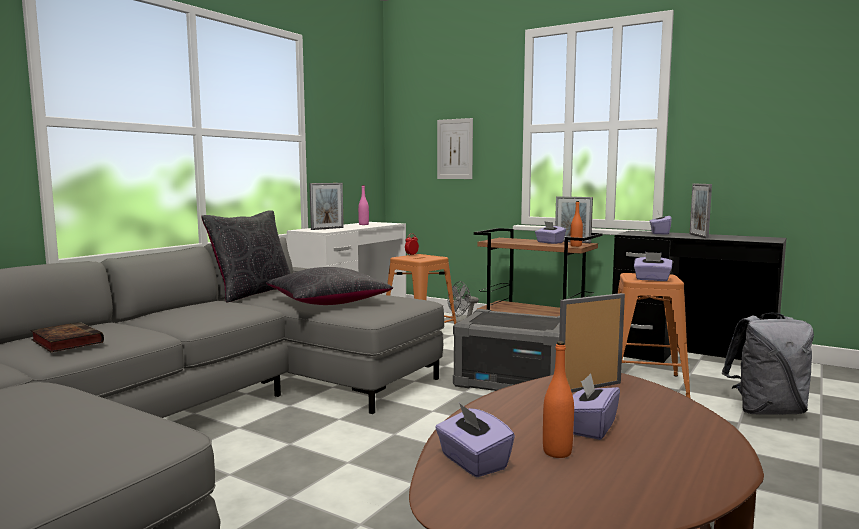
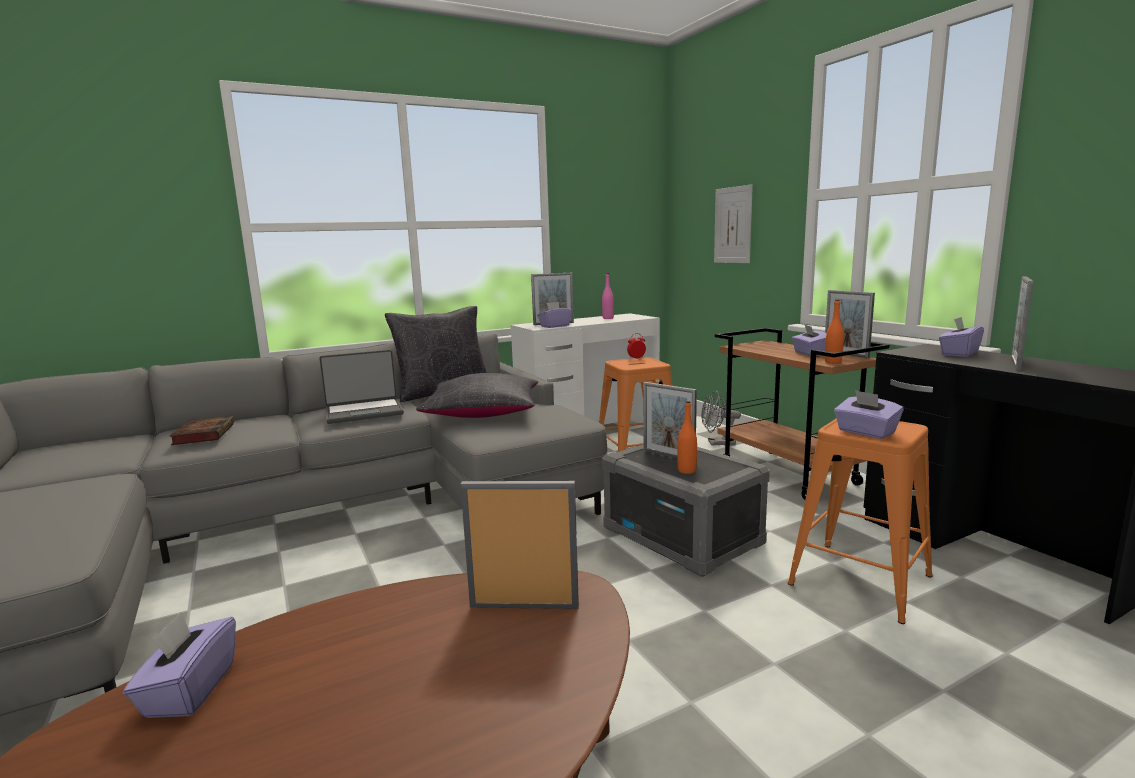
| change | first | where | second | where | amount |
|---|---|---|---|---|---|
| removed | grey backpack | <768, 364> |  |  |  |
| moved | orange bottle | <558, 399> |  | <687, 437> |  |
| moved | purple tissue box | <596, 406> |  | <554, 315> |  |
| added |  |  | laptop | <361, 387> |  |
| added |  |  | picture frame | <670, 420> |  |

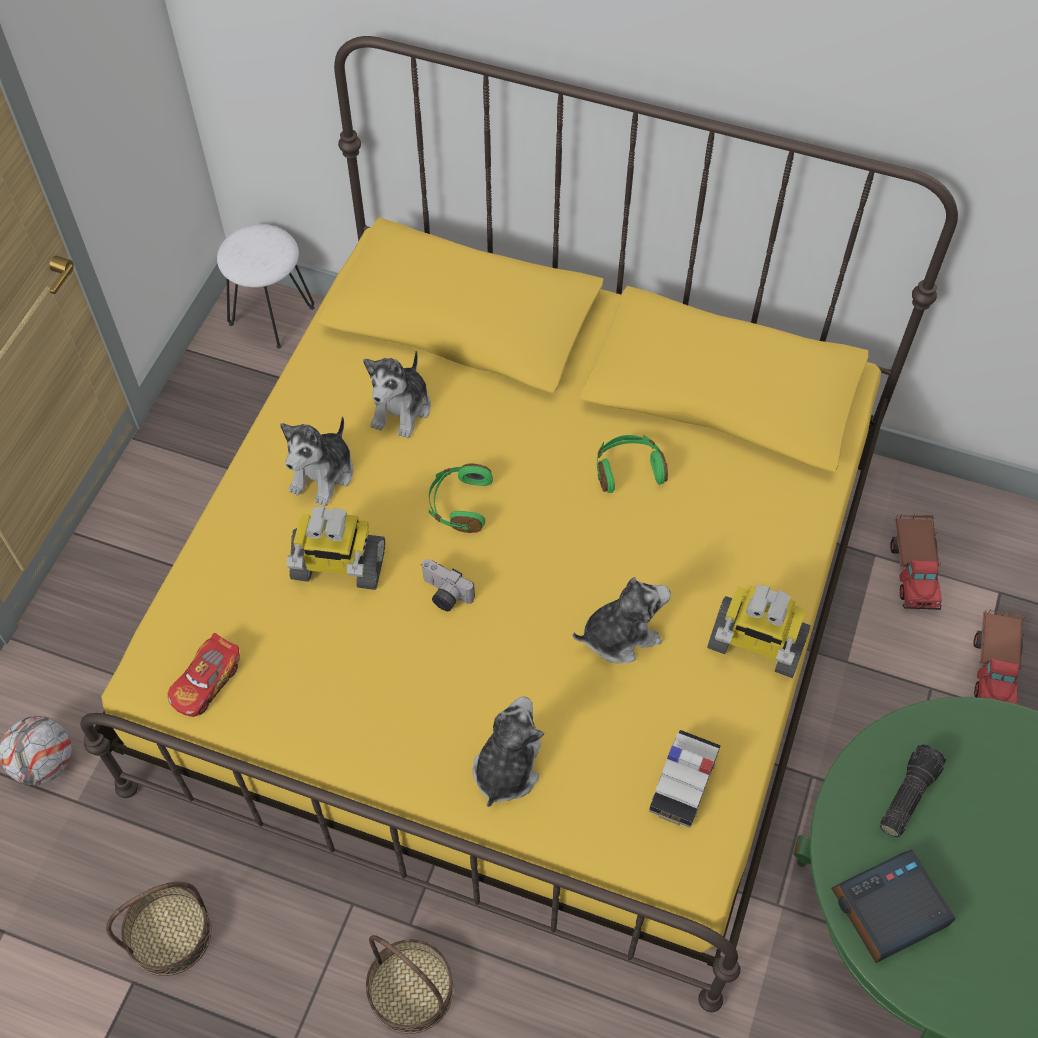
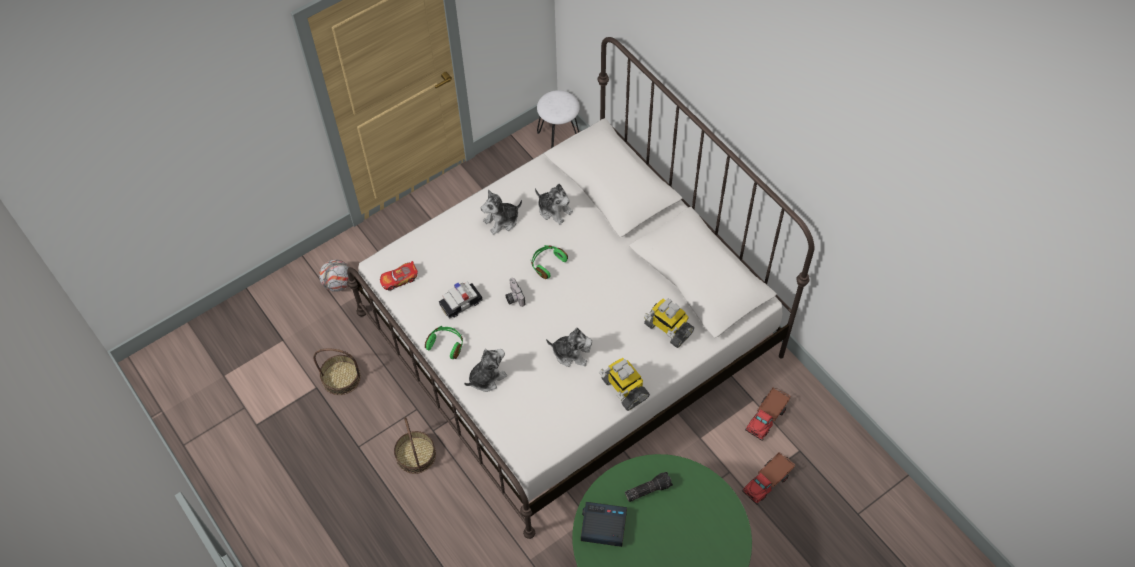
| change | first | where | second | where | amount |
|---|---|---|---|---|---|
| recoloured | yellow bed | <519, 524> | white bed | <580, 288> |  |
| turned | plush toy | <397, 394> |  | <554, 204> | 105 degrees counterclockwise |
| moved | green headphones | <632, 464> |  | <444, 342> |  |
| moved | toy robot | <336, 548> |  | <669, 323> |  |
| moved | toy car | <685, 779> |  | <460, 300> |  |

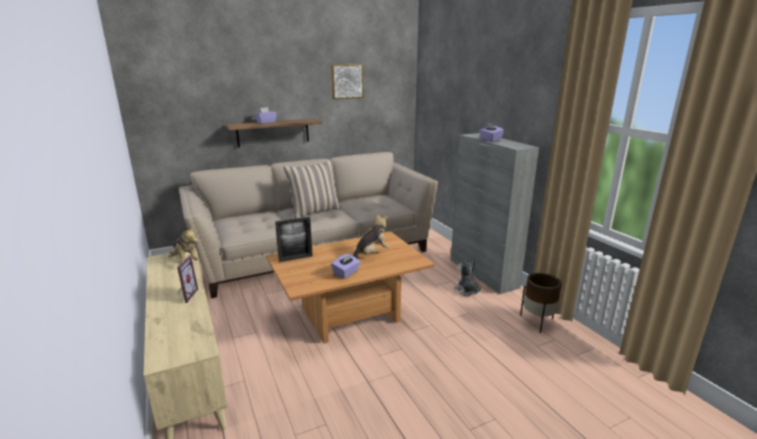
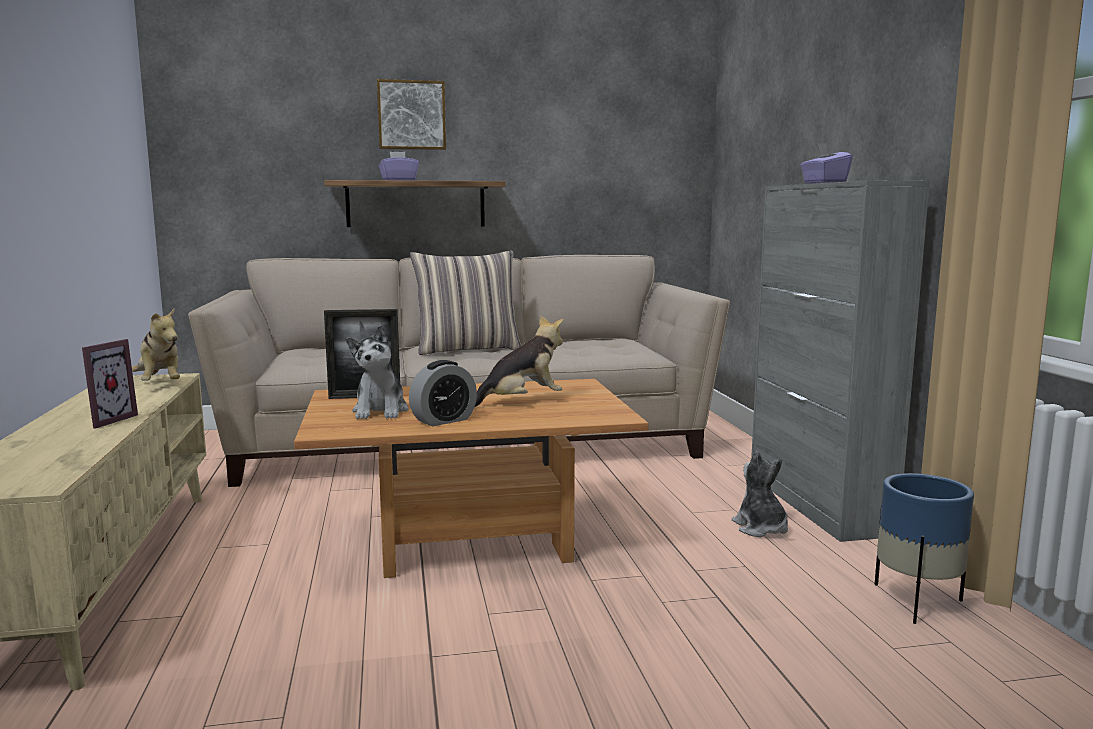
| change | first | where | second | where | amount |
|---|---|---|---|---|---|
| moved | picture | <347, 81> |  | <411, 114> |  |
| replaced | purple tissue box | <346, 266> | alarm clock | <443, 393> |  |
| recoloured | brown planter | <541, 303> | blue planter | <924, 548> |  |
| added |  |  | plush toy | <378, 372> |  |

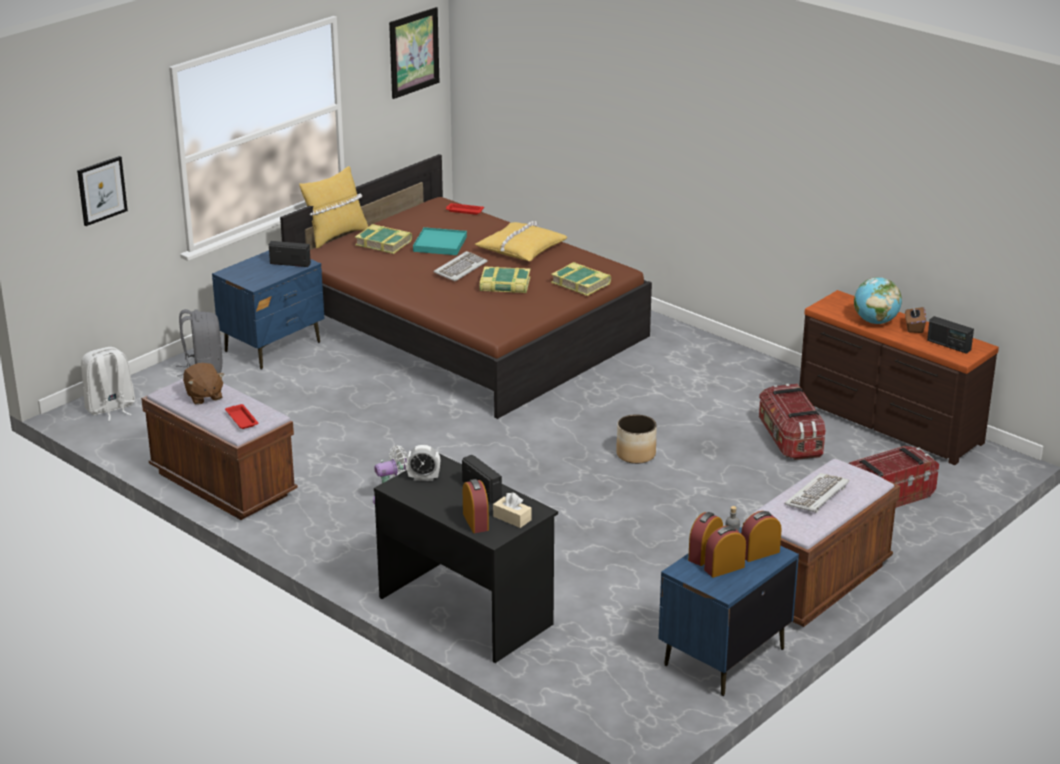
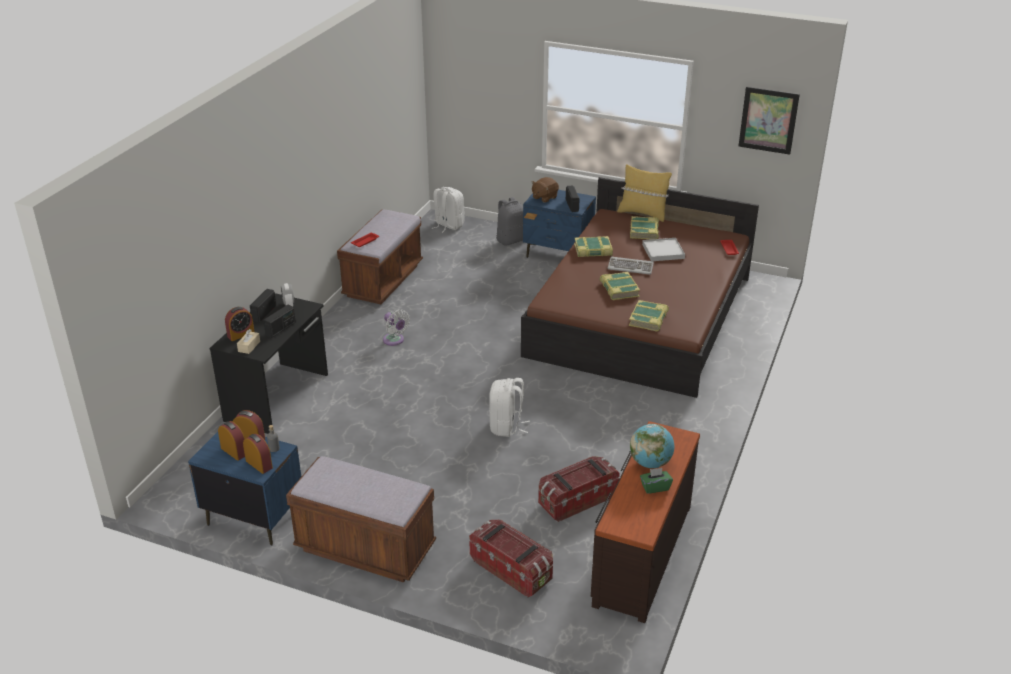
| change | first | where | second | where | amount |
|---|---|---|---|---|---|
| removed | picture | <102, 191> |  |  |  |
| removed | yellow pillow | <521, 241> |  |  |  |
| recoloured | turquoise tray | <440, 241> | white tray | <663, 249> |  |
| recoloured | brown tissue box | <915, 318> | green tissue box | <656, 481> |  |
| moved | radio | <950, 335> |  | <263, 305> |  |
| moved | brown plush toy | <203, 384> |  | <545, 190> |  |
| replaced | planter | <636, 439> | white backpack | <509, 407> |  |
| removed | keyboard | <817, 493> |  |  |  |
| added |  |  | book | <593, 246> |  |

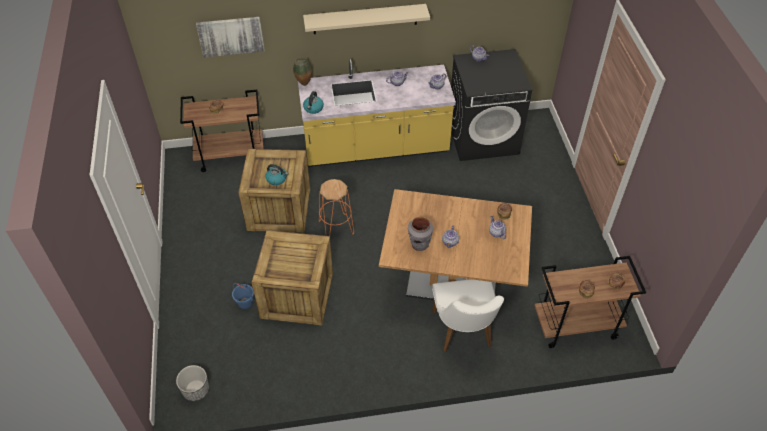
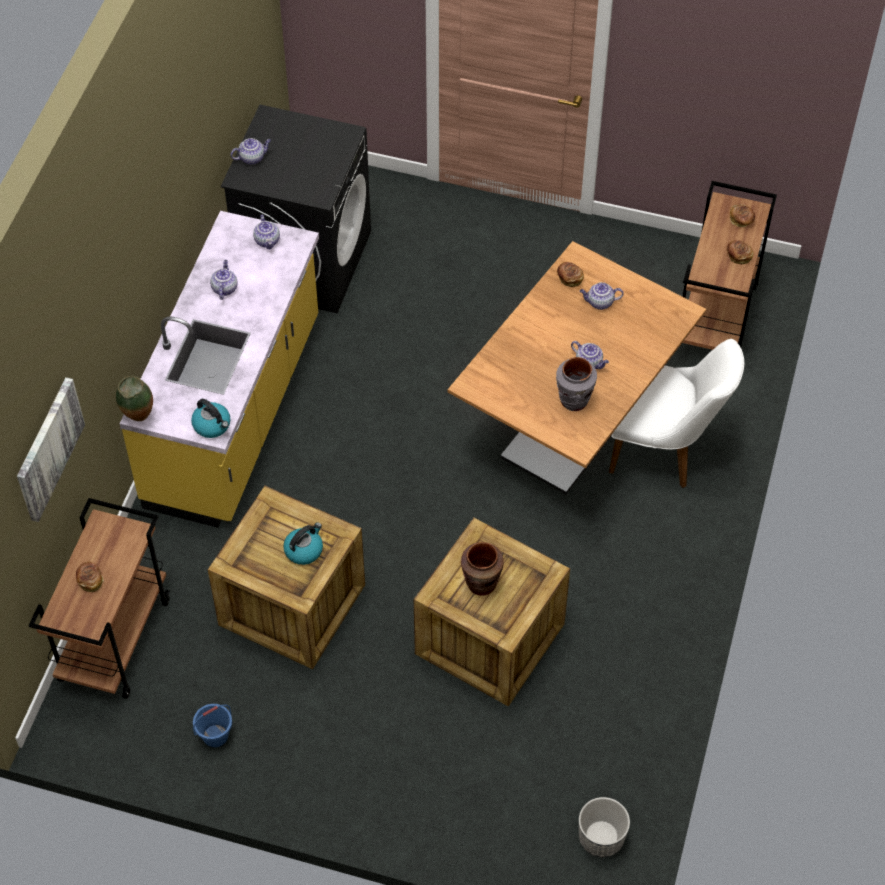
| change | first | where | second | where | amount |
|---|---|---|---|---|---|
| removed | beige shelf | <366, 19> |  |  |  |
| removed | orange stool | <336, 207> |  |  |  |
| moved | blue bucket | <243, 296> |  | <212, 725> |  |
| added |  |  | brown vase | <482, 569> |  |

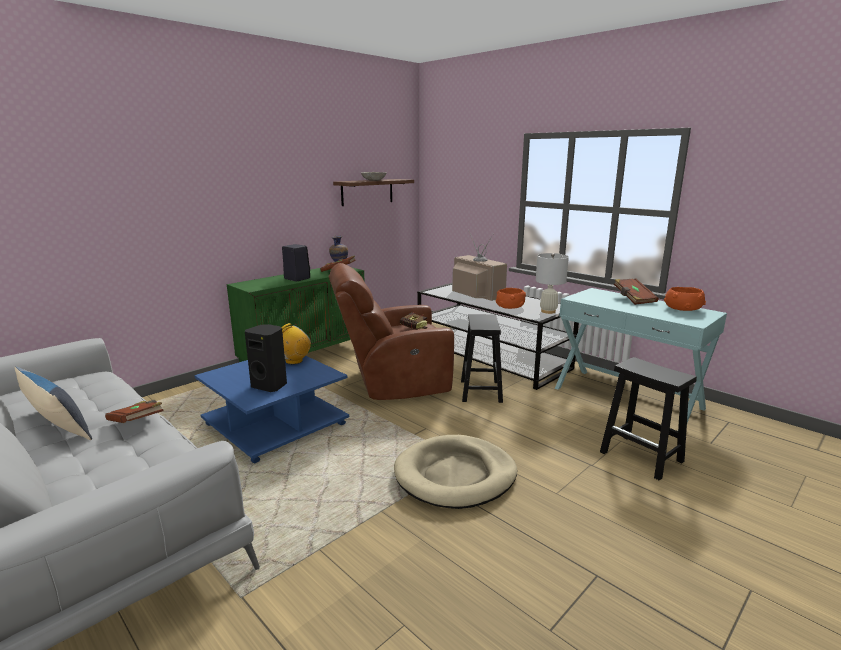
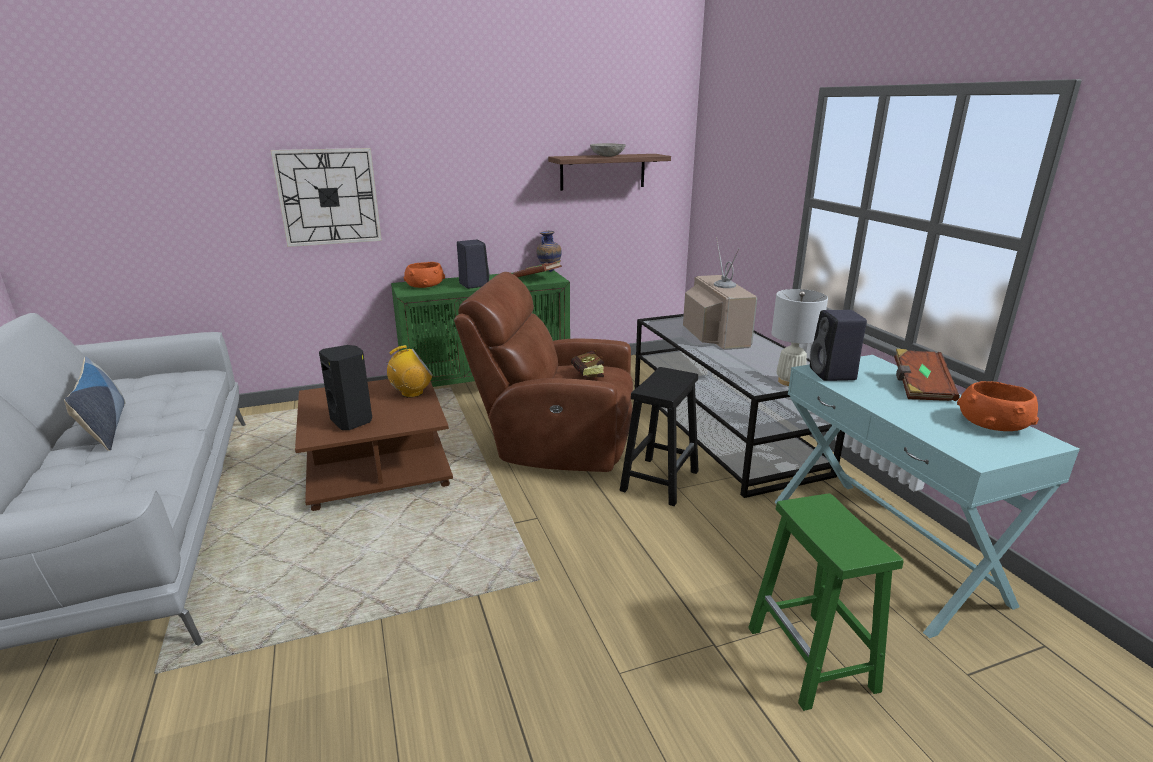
| change | first | where | second | where | amount |
|---|---|---|---|---|---|
| moved | orange bowl | <511, 298> |  | <424, 275> |  |
| recoloured | blue coffee table | <272, 409> | brown coffee table | <374, 445> |  |
| recoloured | black stool | <648, 419> | green stool | <826, 602> |  |
| removed | brown book | <134, 411> |  |  |  |
| removed | beige dog bed | <455, 472> |  |  |  |
| added |  |  | wall clock | <326, 197> |  |
| added |  |  | black speaker | <838, 345> |  |

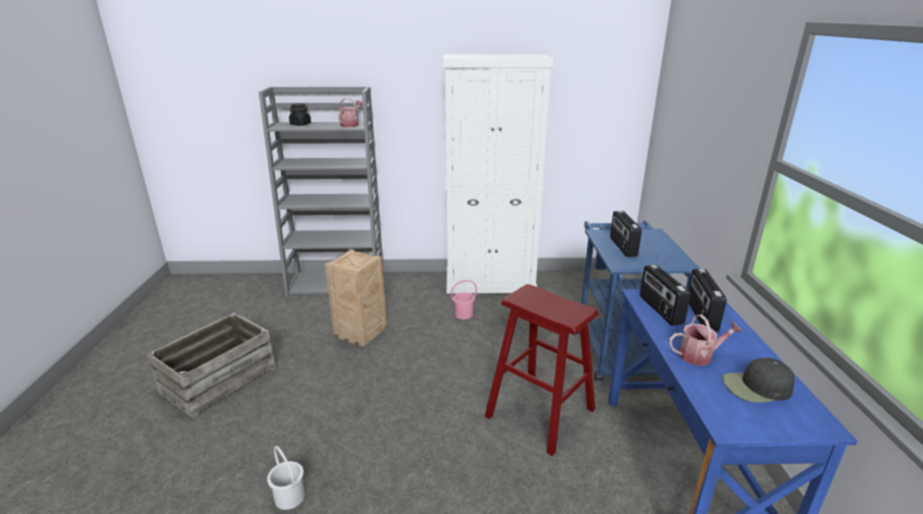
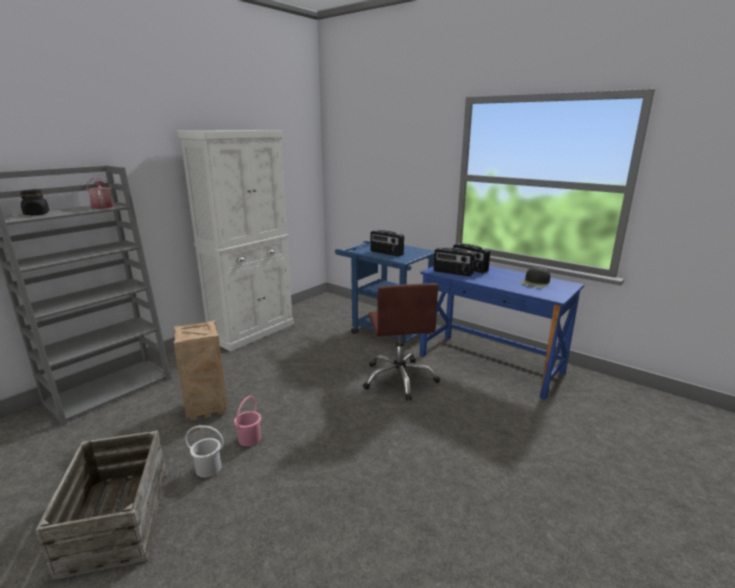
| change | first | where | second | where | amount |
|---|---|---|---|---|---|
| moved | pink bucket | <464, 299> |  | <247, 421> |  |
| replaced | red stool | <541, 370> | brown office chair | <401, 342> |  |
| removed | watering can | <706, 340> |  |  |  |
| moved | white bucket | <286, 478> |  | <204, 451> |  |

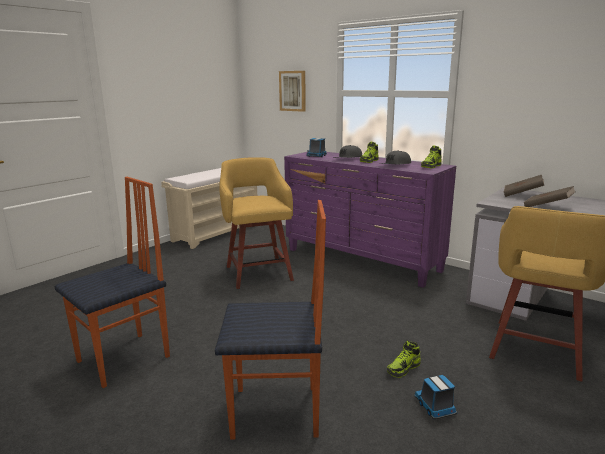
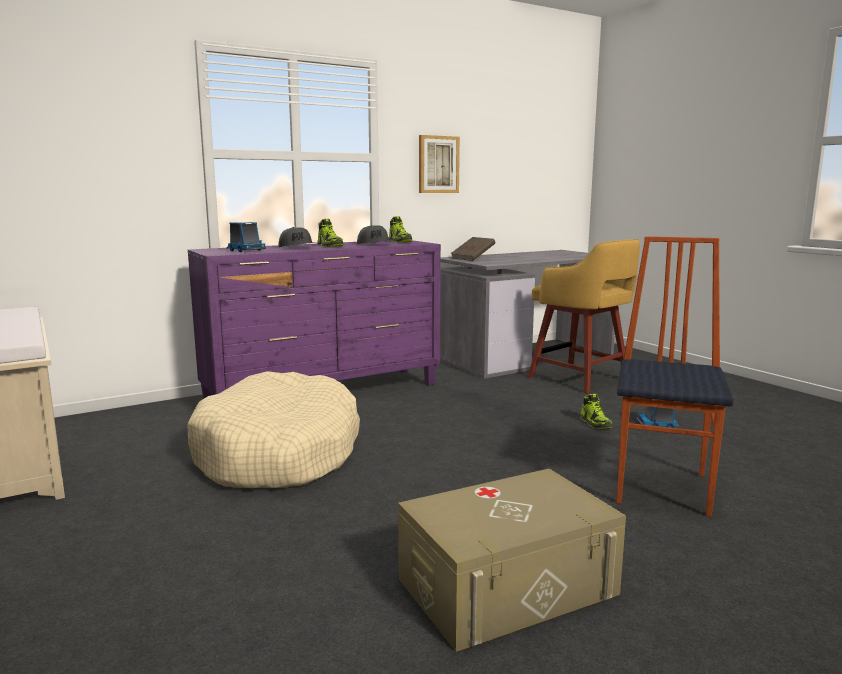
| change | first | where | second | where | amount |
|---|---|---|---|---|---|
| moved | picture | <292, 91> |  | <439, 164> |  |
| replaced | yellow stool | <256, 223> | beige dog bed | <273, 429> |  |
| replaced | chair | <112, 282> | beige storage box | <512, 560> |  |
| removed | brown book | <550, 196> |  |  |  |

